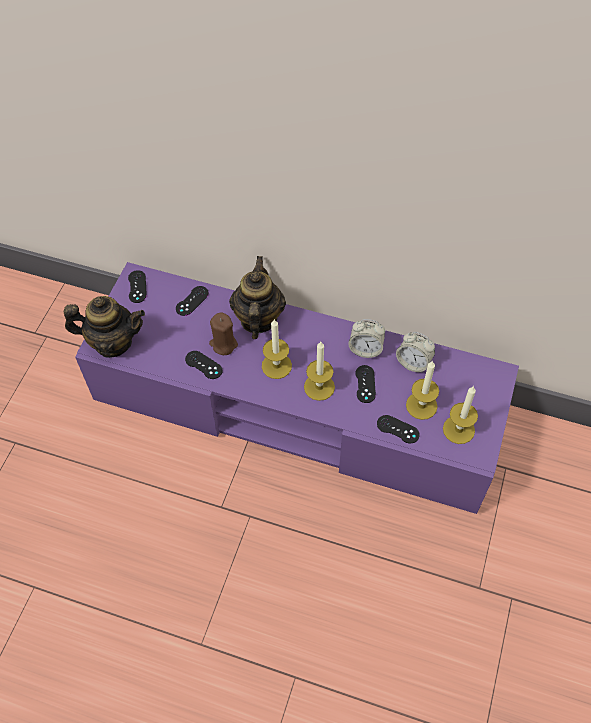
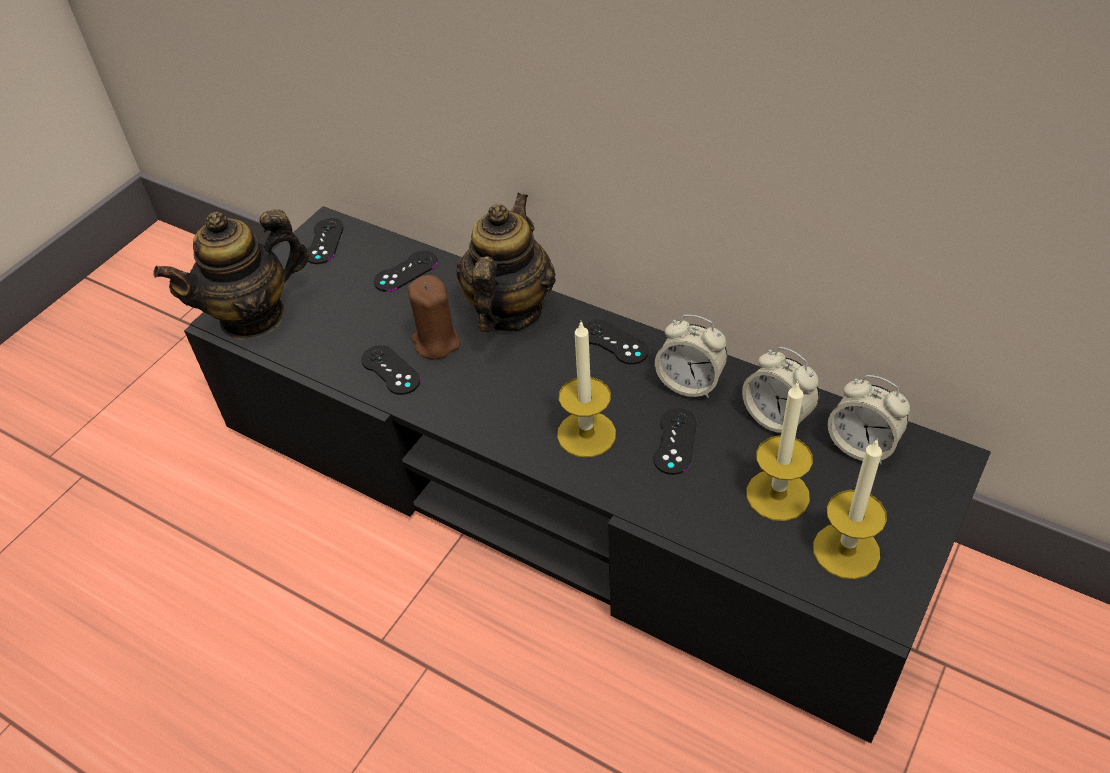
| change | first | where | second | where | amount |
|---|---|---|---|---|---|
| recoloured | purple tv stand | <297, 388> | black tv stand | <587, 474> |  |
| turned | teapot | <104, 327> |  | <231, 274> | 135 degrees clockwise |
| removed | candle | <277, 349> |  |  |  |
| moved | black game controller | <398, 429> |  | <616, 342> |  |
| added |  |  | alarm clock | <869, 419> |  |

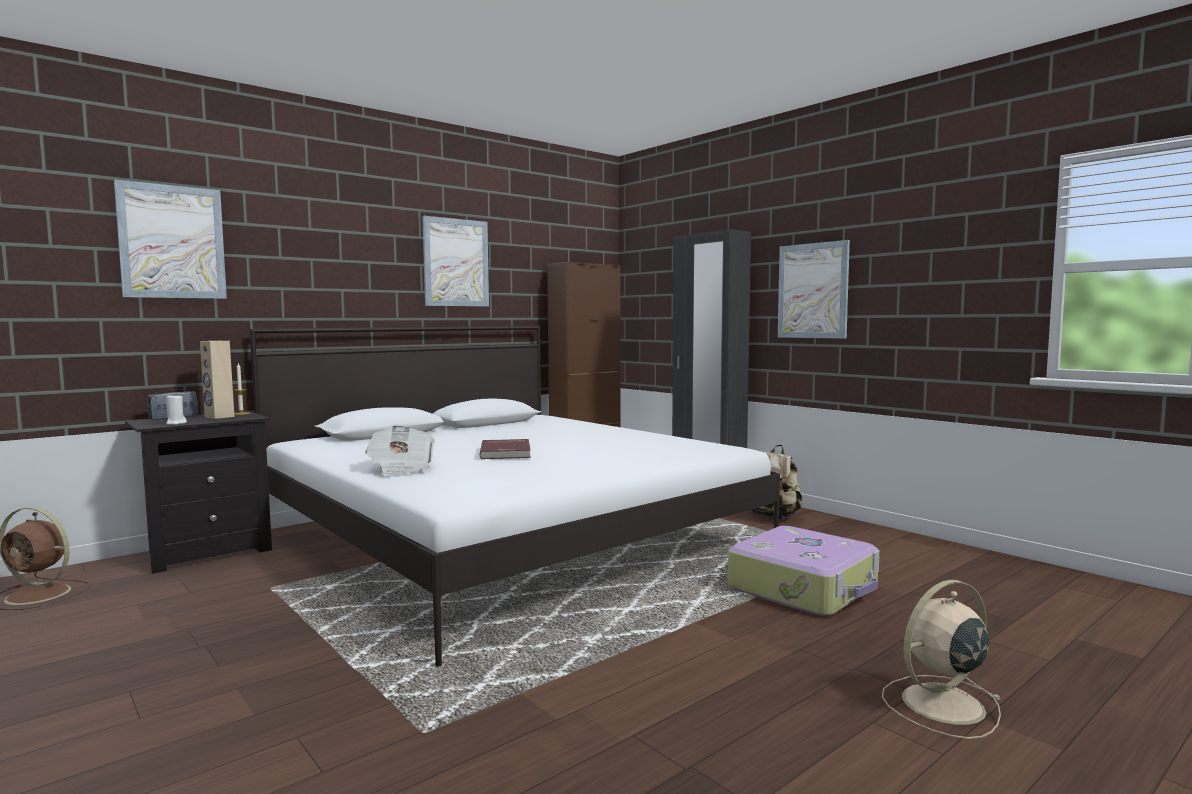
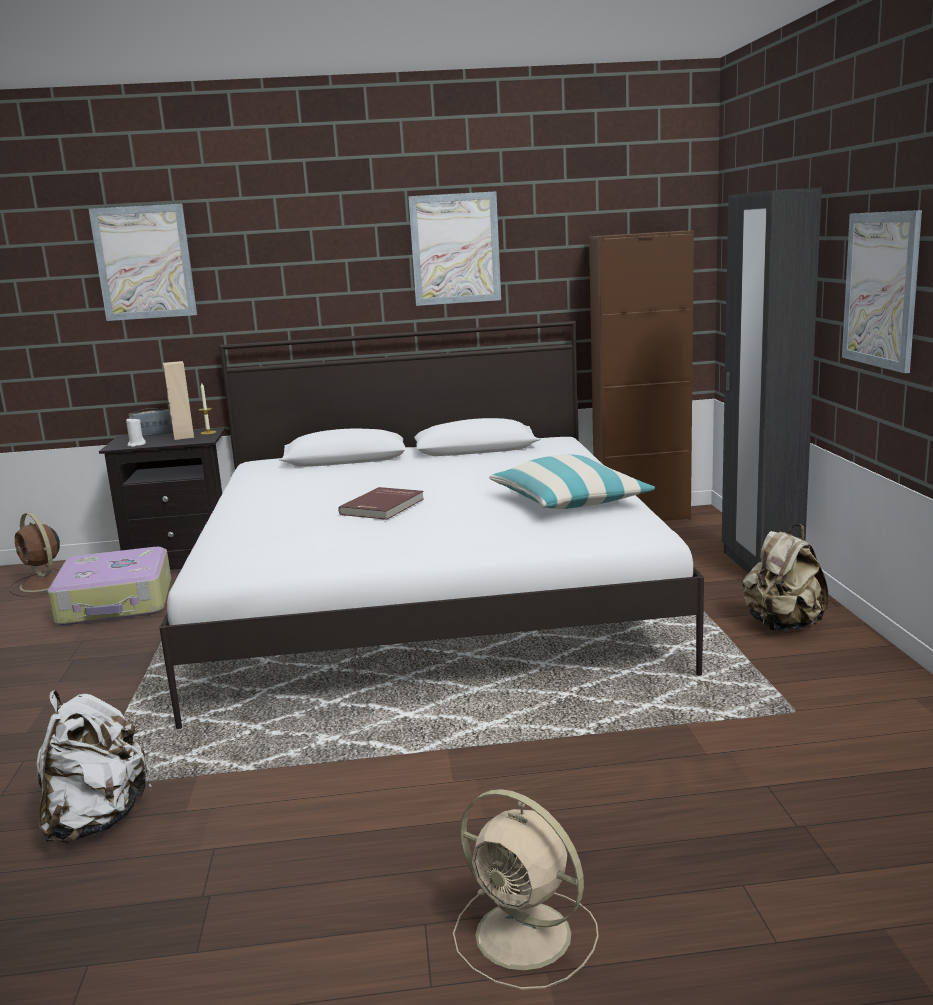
| change | first | where | second | where | amount |
|---|---|---|---|---|---|
| removed | newspaper | <400, 451> |  |  |  |
| moved | suitcase | <804, 571> |  | <109, 586> |  |
| turned | beige fan | <942, 659> |  | <526, 889> | 150 degrees counterclockwise |
| added |  |  | pillow | <572, 481> |  |
| added |  |  | white backpack | <94, 766> |  |

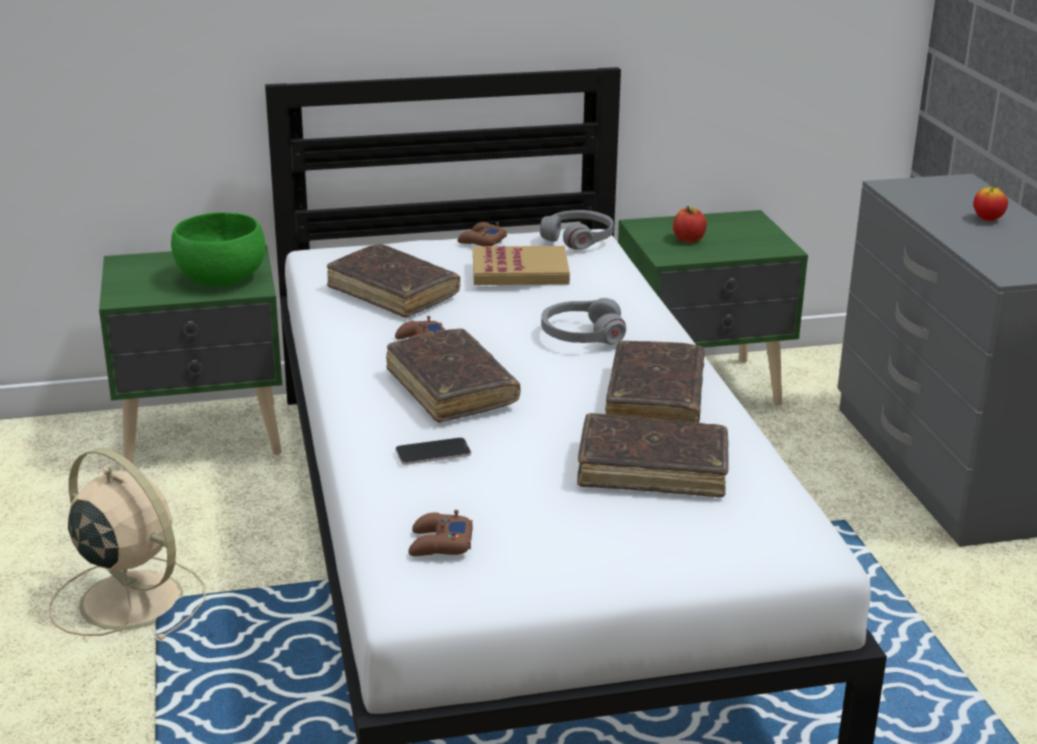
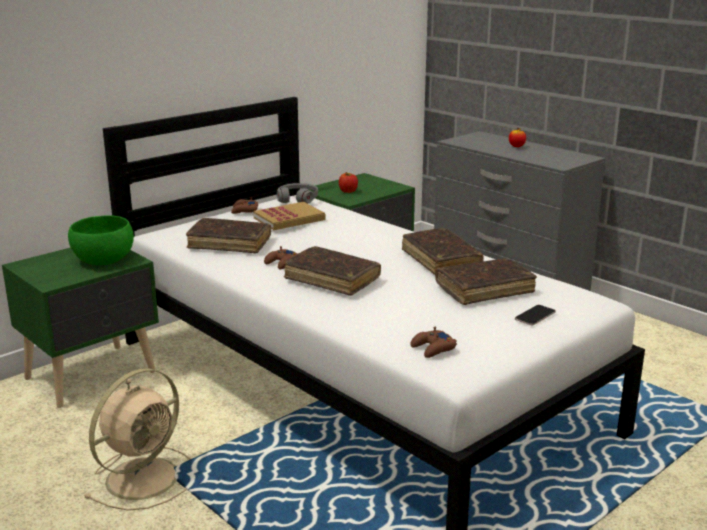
| change | first | where | second | where | amount |
|---|---|---|---|---|---|
| removed | grey headphones | <583, 321> |  |  |  |
| moved | phone | <433, 451> |  | <535, 315> |  |
| turned | beige fan | <127, 545> |  | <137, 439> | 120 degrees clockwise |

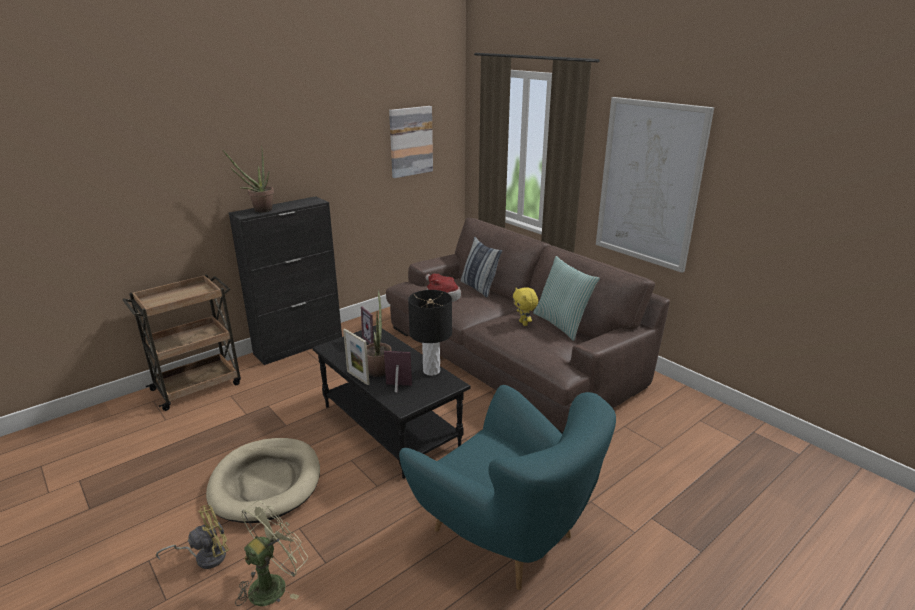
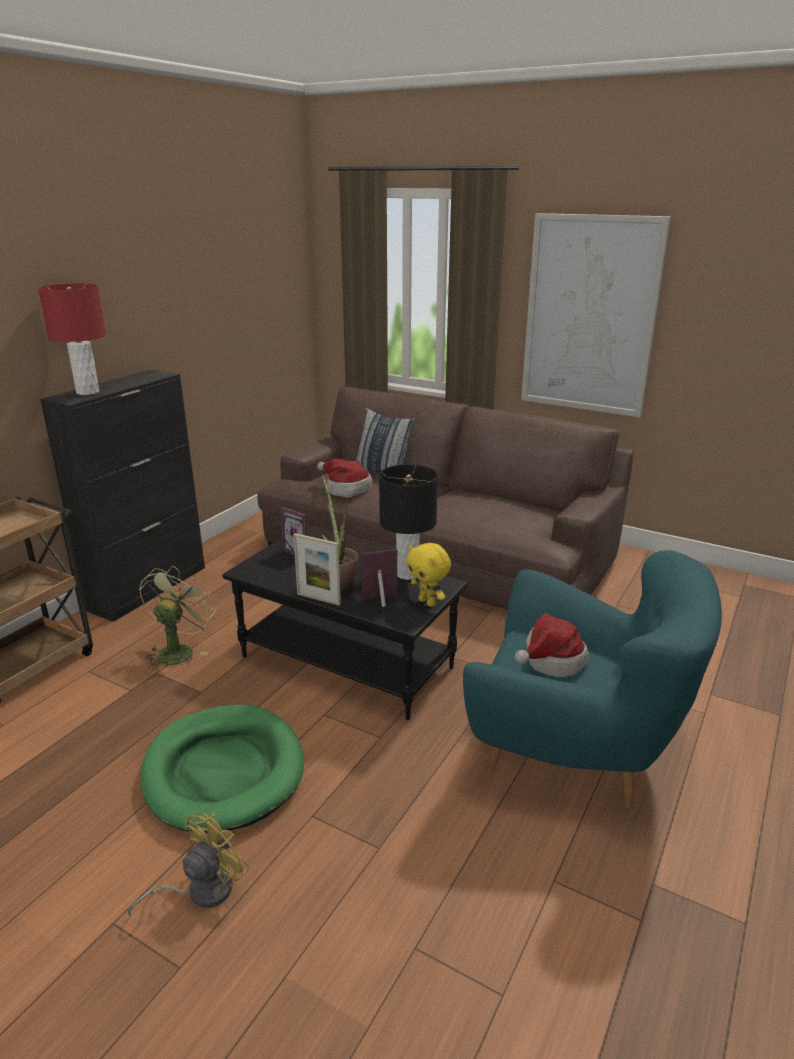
| change | first | where | second | where | amount |
|---|---|---|---|---|---|
| removed | picture | <411, 142> |  |  |  |
| replaced | potted plant | <248, 179> | red table lamp | <72, 339> |  |
| removed | pillow | <566, 298> |  |  |  |
| moved | yellow plush toy | <525, 306> |  | <428, 575> |  |
| recoloured | beige dog bed | <263, 480> | green dog bed | <222, 769> |  |
| moved | green fan | <271, 553> |  | <177, 617> |  |
| added |  |  | hat | <552, 645> |  |

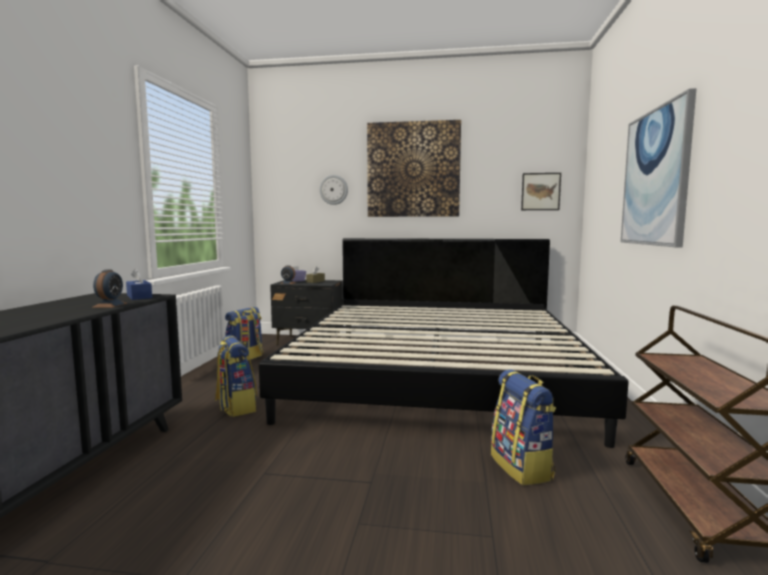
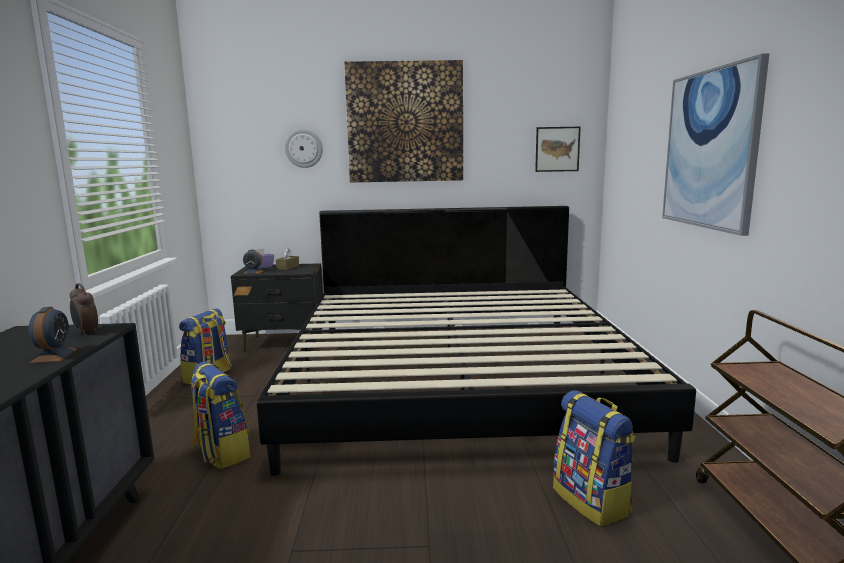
| change | first | where | second | where | amount |
|---|---|---|---|---|---|
| replaced | blue tissue box | <139, 284> | alarm clock | <84, 309> |  |

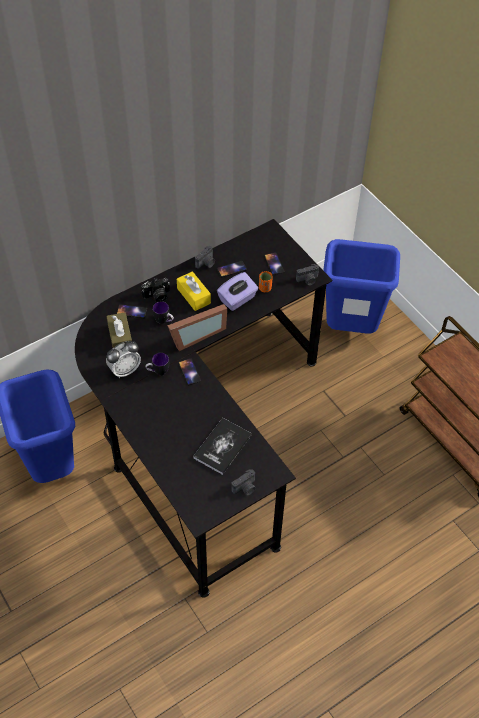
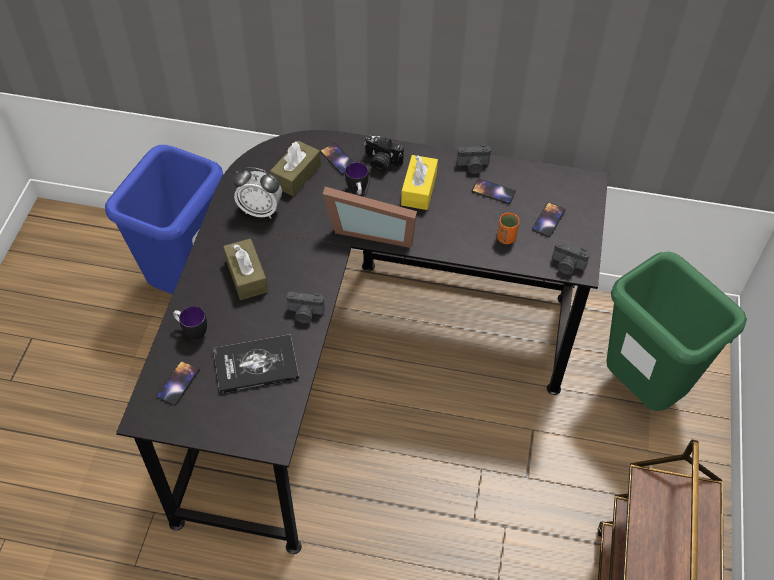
| change | first | where | second | where | amount |
|---|---|---|---|---|---|
| recoloured | blue trash can | <361, 286> | green trash can | <677, 331> |  |
| removed | purple tissue box | <237, 291> |  |  |  |
| moved | mug | <157, 364> |  | <190, 323> |  |
| moved | phone | <189, 371> |  | <178, 383> |  |
| moved | photo camera | <243, 482> |  | <306, 307> |  |
| added |  |  | brown tissue box | <245, 269> |  |

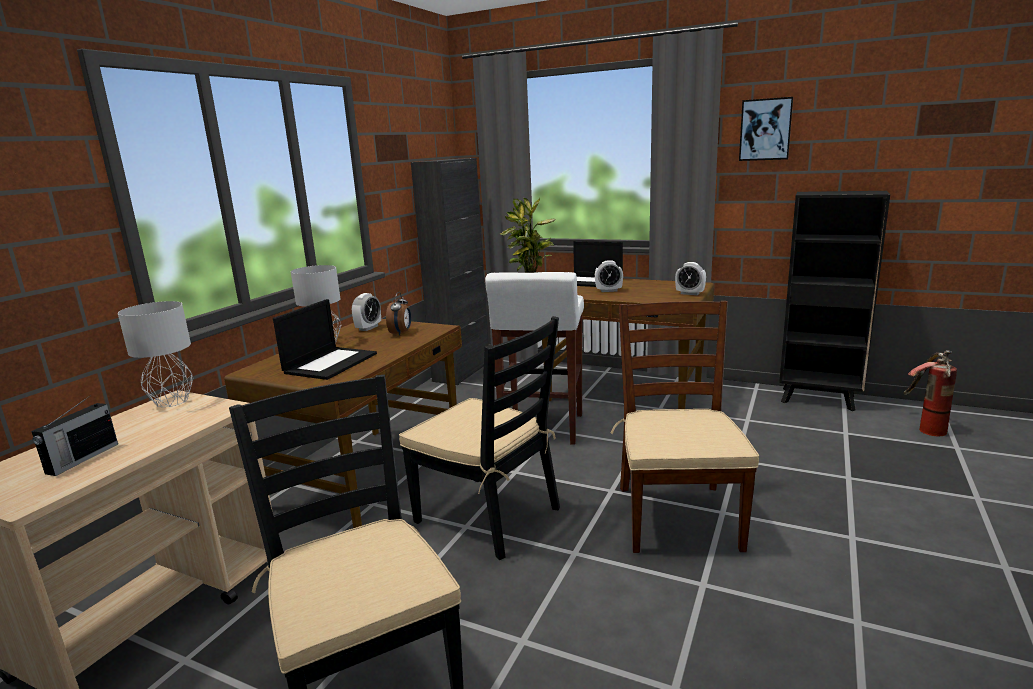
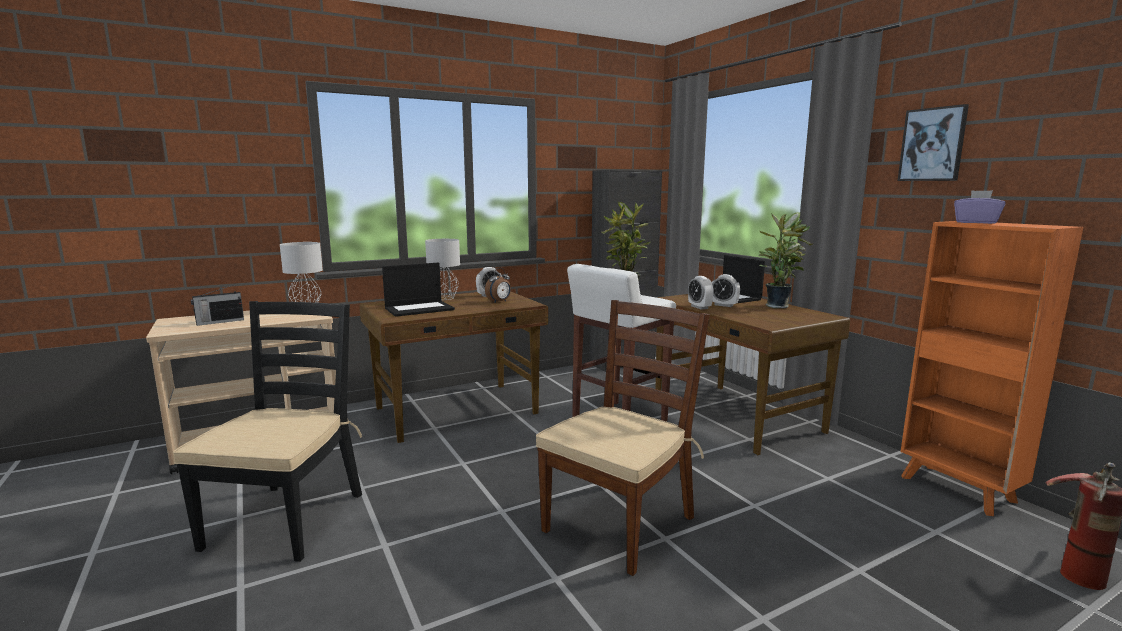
| change | first | where | second | where | amount |
|---|---|---|---|---|---|
| recoloured | black bookcase | <834, 301> | orange bookcase | <991, 368> |  |
| moved | alarm clock | <690, 278> |  | <701, 293> |  |
| removed | black chair | <479, 438> |  |  |  |
| added |  |  | purple tissue box | <979, 207> |  |
| added |  |  | potted plant | <785, 260> |  |

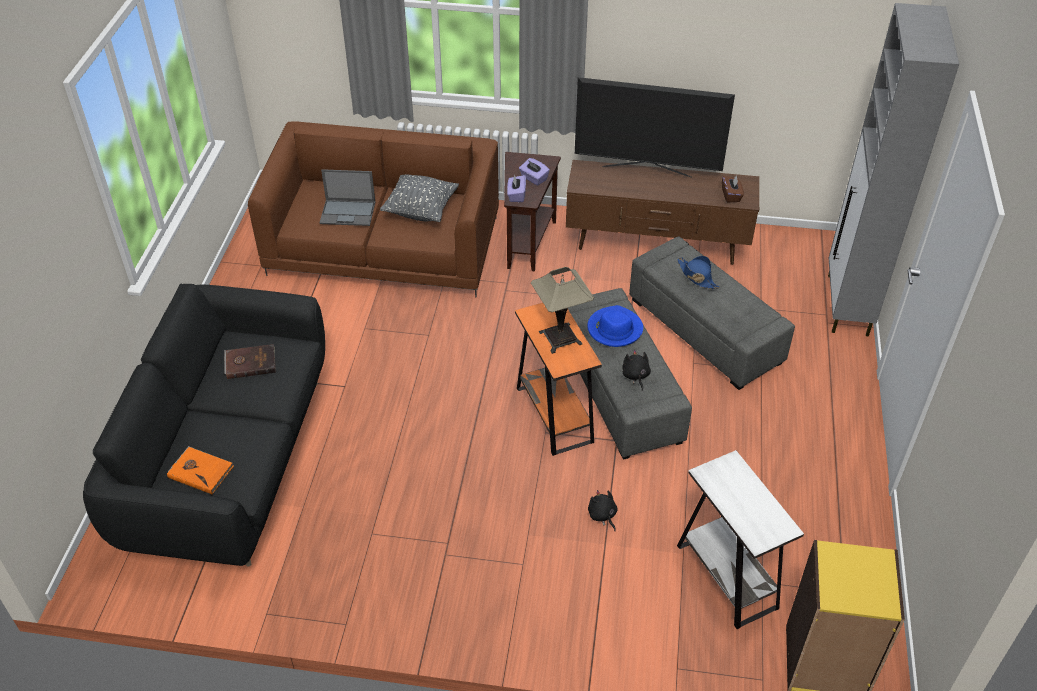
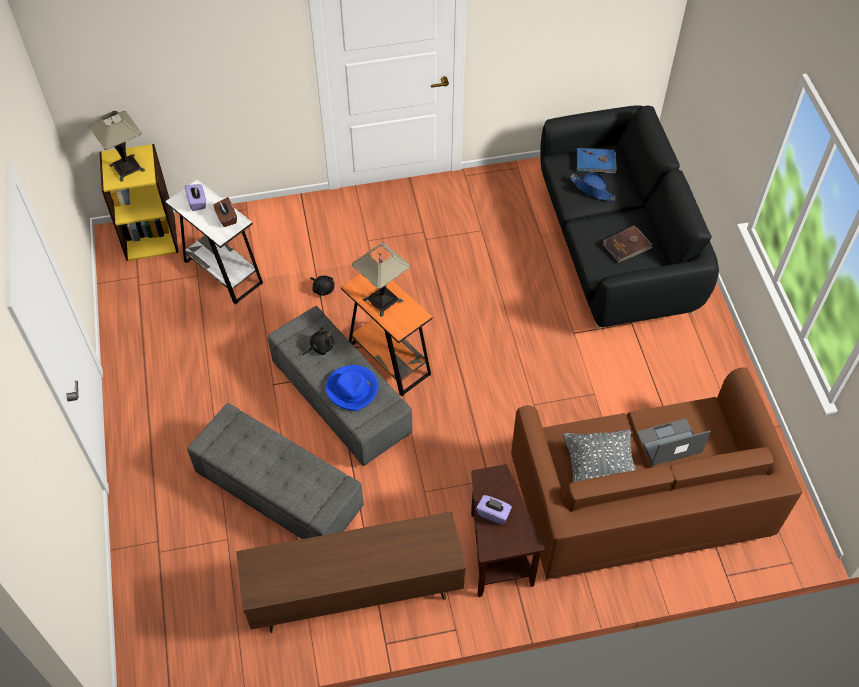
| change | first | where | second | where | amount |
|---|---|---|---|---|---|
| removed | grey cabinet | <893, 169> |  |  |  |
| removed | television | <655, 127> |  |  |  |
| moved | purple tissue box | <516, 188> |  | <195, 197> |  |
| moved | brown tissue box | <733, 188> |  | <225, 212> |  |
| moved | blue hat | <698, 272> |  | <593, 186> |  |
| turned | black plush toy | <637, 370> |  | <318, 341> | 90 degrees counterclockwise |
| recoloured | orange book | <200, 470> | blue book | <597, 161> |  |
| added |  |  | table lamp | <117, 146> |  |

